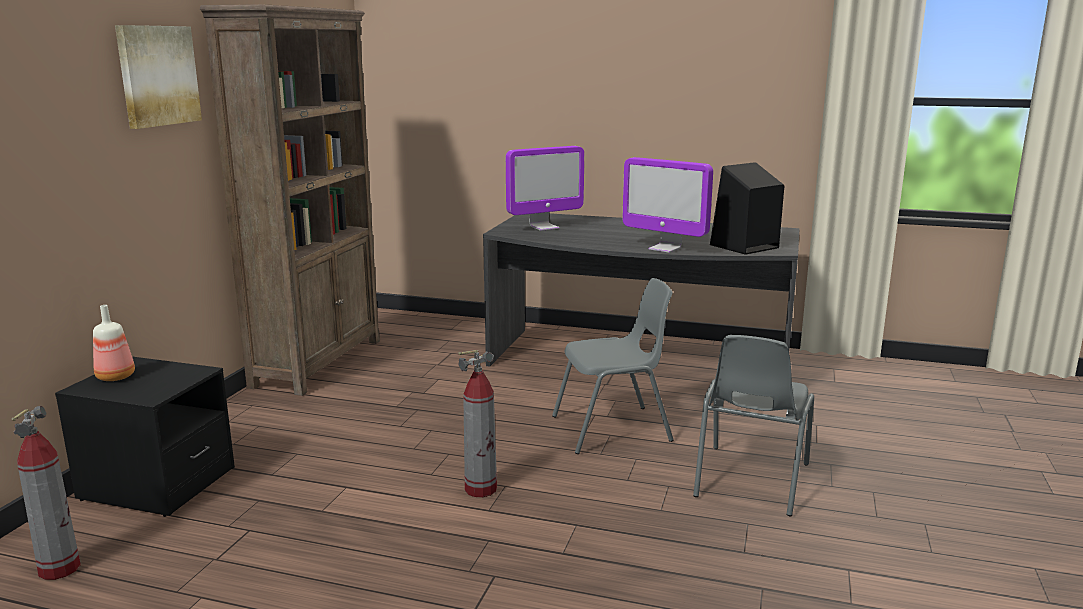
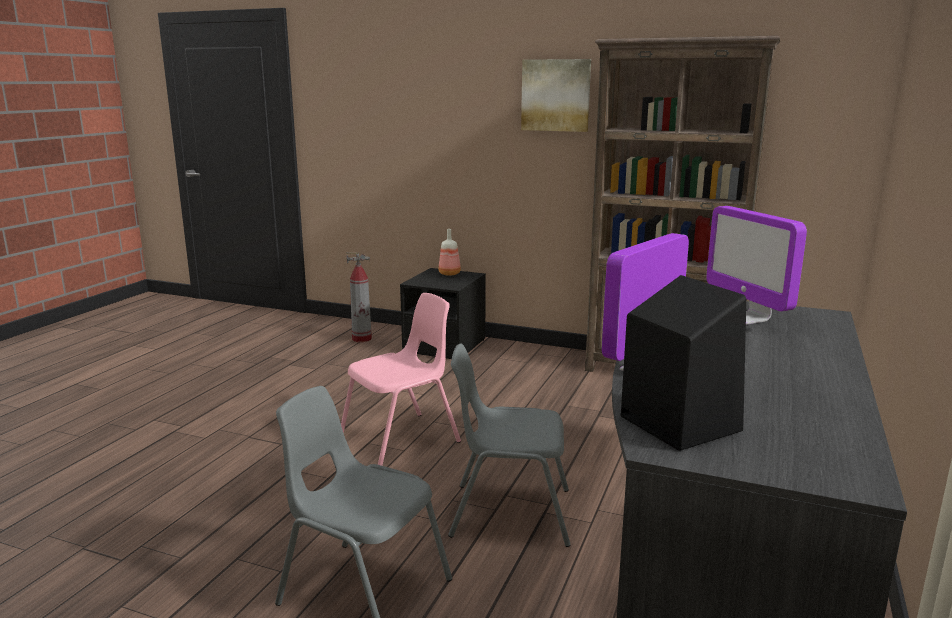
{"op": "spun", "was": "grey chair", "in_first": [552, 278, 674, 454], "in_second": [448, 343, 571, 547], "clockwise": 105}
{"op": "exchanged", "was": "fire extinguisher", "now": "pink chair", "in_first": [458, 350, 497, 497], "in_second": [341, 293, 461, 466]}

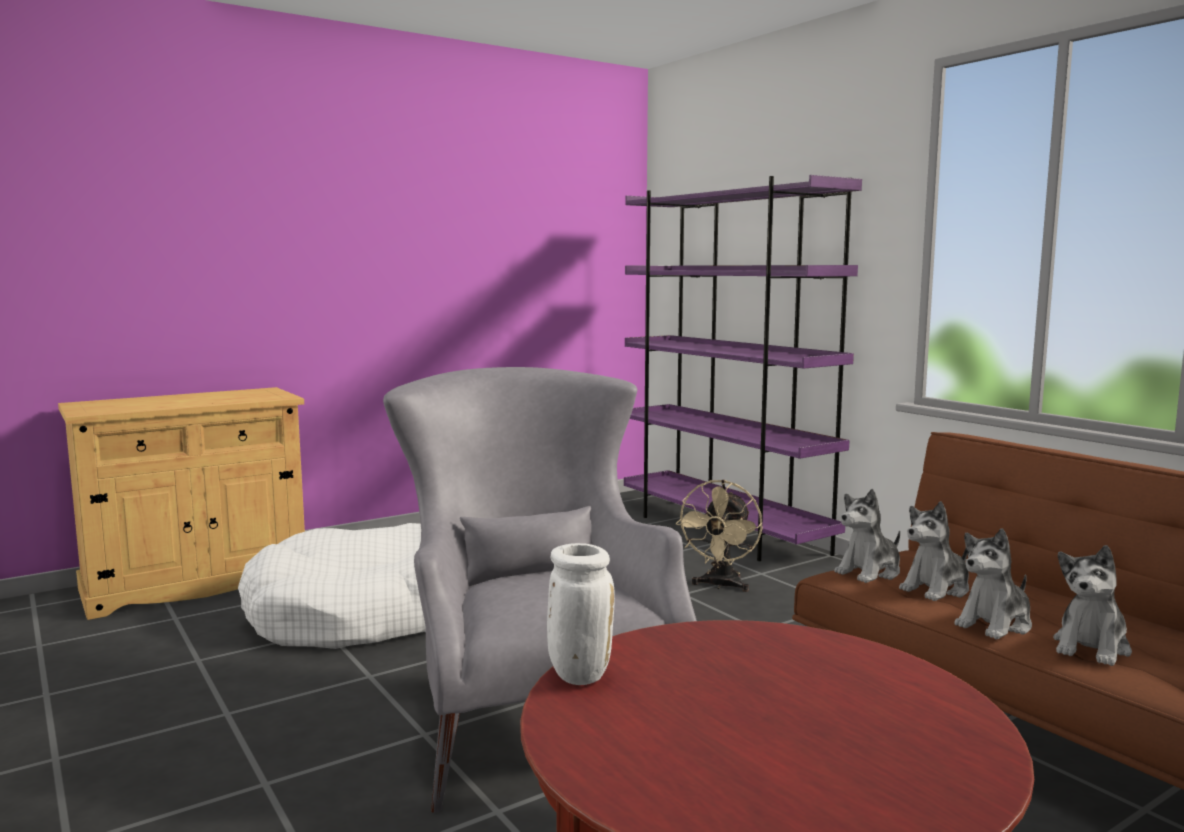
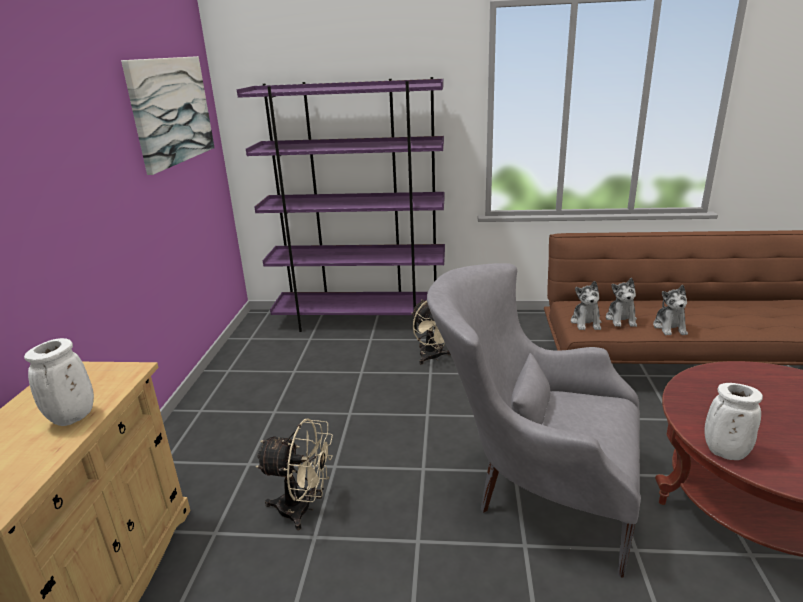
{"op": "exchanged", "was": "white dog bed", "now": "beige fan", "in_first": [238, 523, 426, 649], "in_second": [255, 418, 333, 530]}
{"op": "missing", "was": "plush toy", "in_first": [1053, 545, 1132, 666]}
{"op": "appeared", "now": "picture", "in_second": [121, 56, 215, 175]}
{"op": "appeared", "now": "white vase", "in_second": [24, 338, 94, 426]}

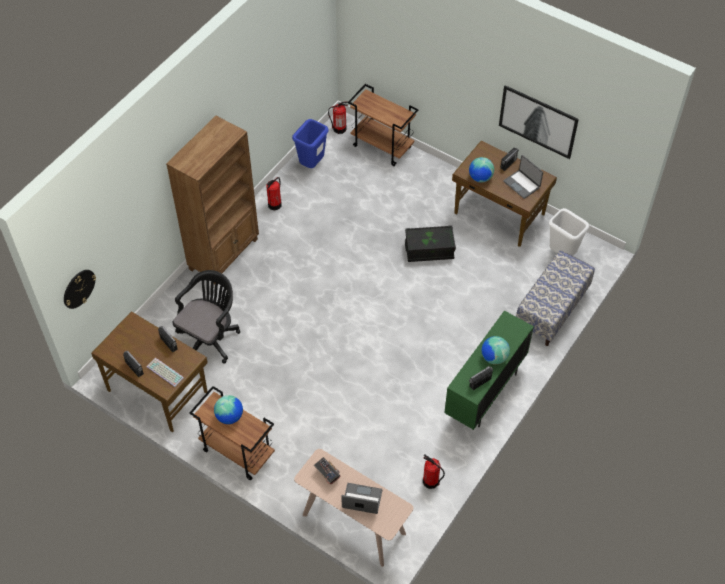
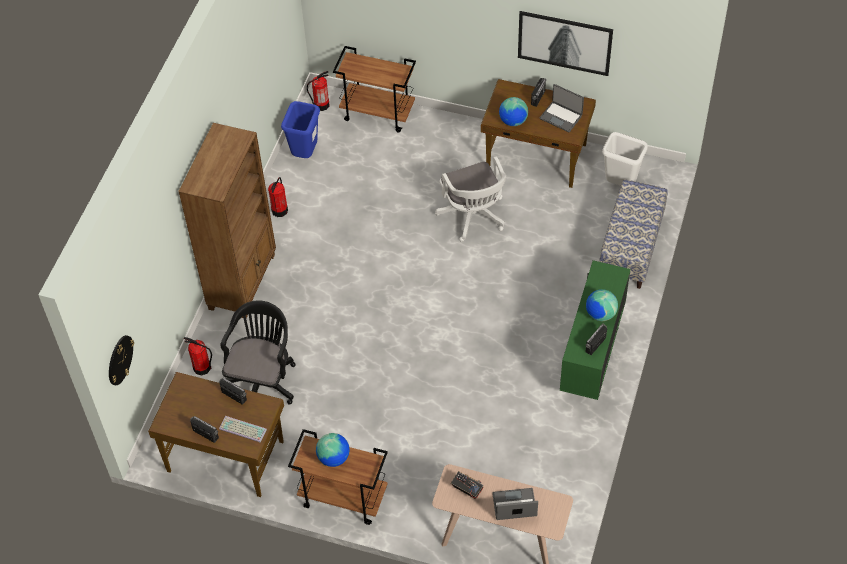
{"op": "exchanged", "was": "black storage box", "now": "white office chair", "in_first": [405, 225, 456, 262], "in_second": [435, 156, 506, 242]}
{"op": "relocated", "was": "fire extinguisher", "in_first": [423, 454, 445, 489], "in_second": [184, 337, 212, 375]}

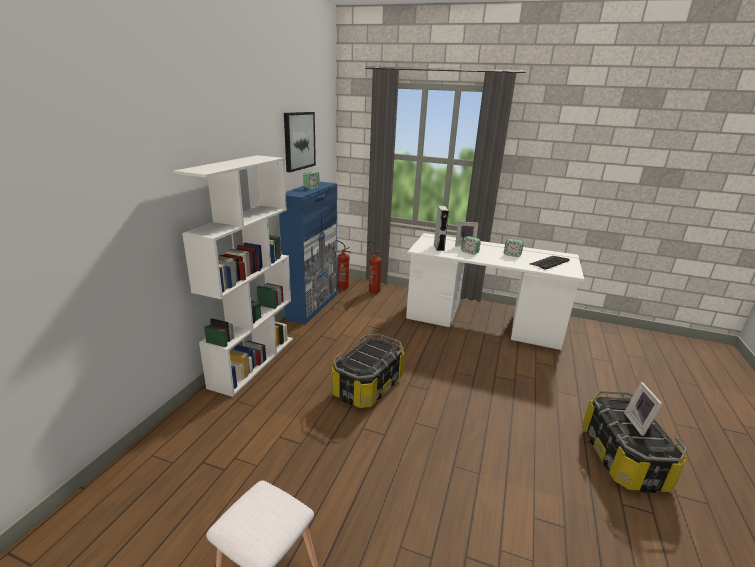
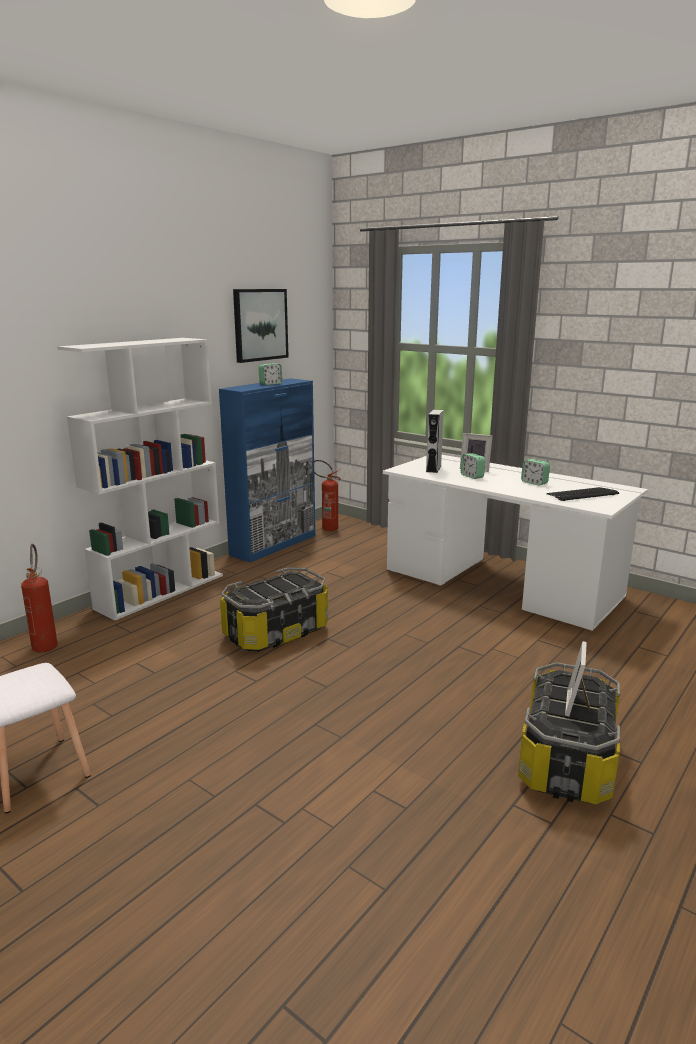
{"op": "relocated", "was": "fire extinguisher", "in_first": [368, 241, 382, 293], "in_second": [21, 544, 58, 653]}

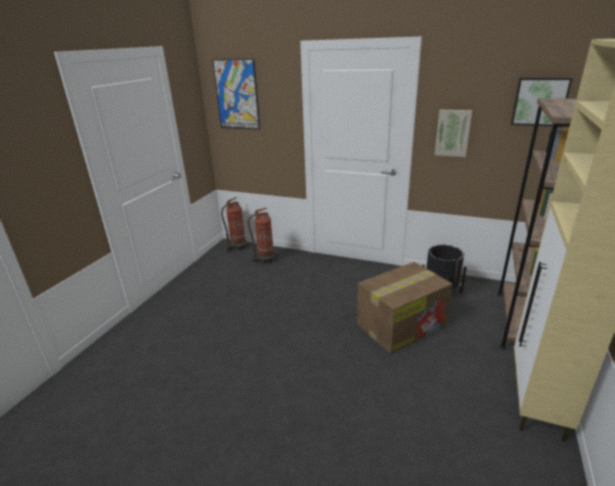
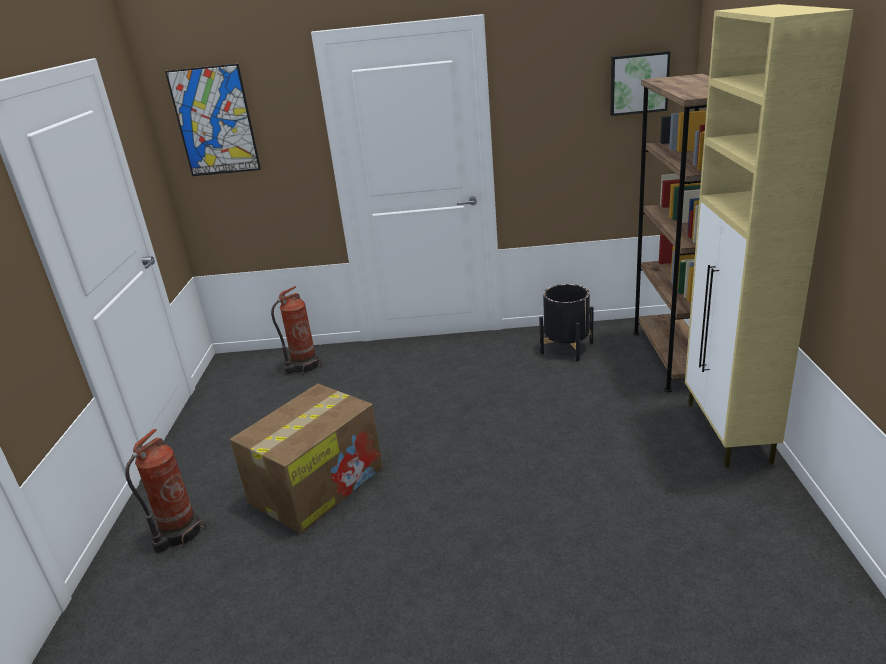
{"op": "missing", "was": "picture", "in_first": [435, 110, 472, 157]}
{"op": "relocated", "was": "fire extinguisher", "in_first": [221, 197, 249, 251], "in_second": [125, 429, 206, 553]}
{"op": "relocated", "was": "cardboard box", "in_first": [357, 262, 452, 354], "in_second": [230, 384, 383, 534]}

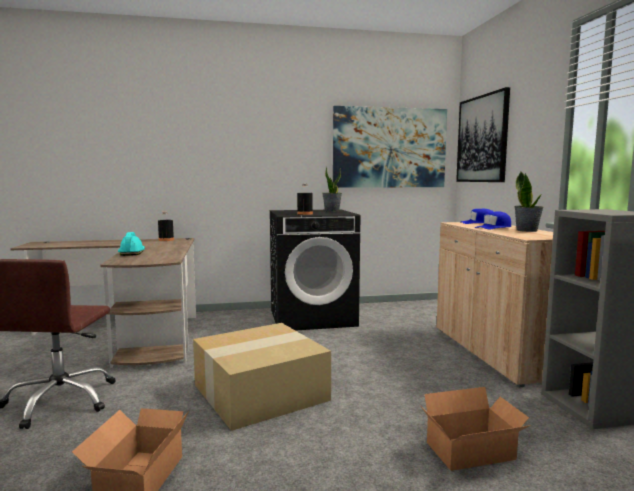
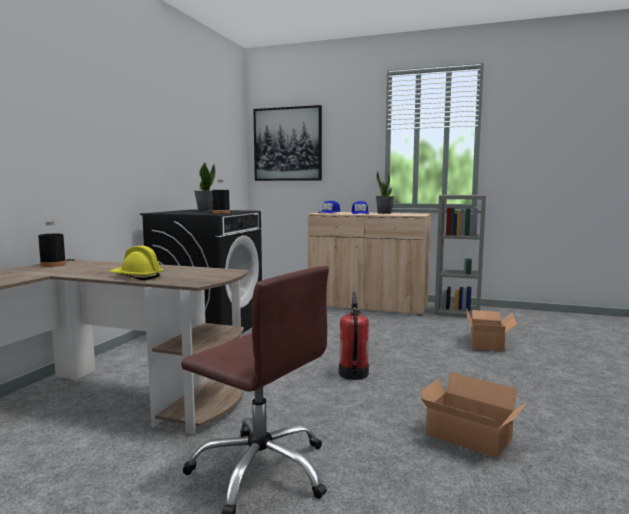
{"op": "missing", "was": "picture", "in_first": [333, 106, 447, 188]}
{"op": "colour", "was": "turquoise hard hat", "now": "yellow hard hat", "in_first": [118, 232, 145, 256], "in_second": [109, 245, 164, 280]}
{"op": "exchanged", "was": "cardboard box", "now": "fire extinguisher", "in_first": [193, 323, 331, 431], "in_second": [339, 292, 369, 380]}

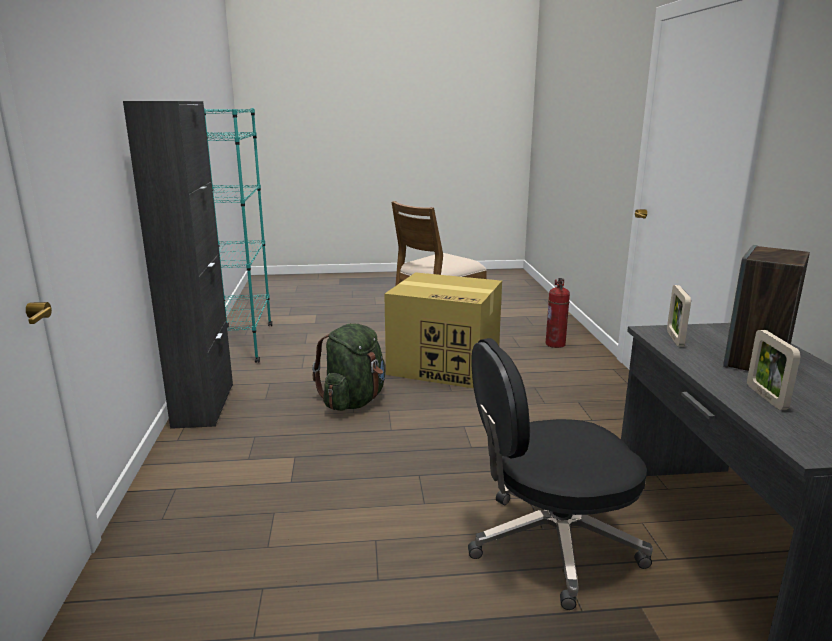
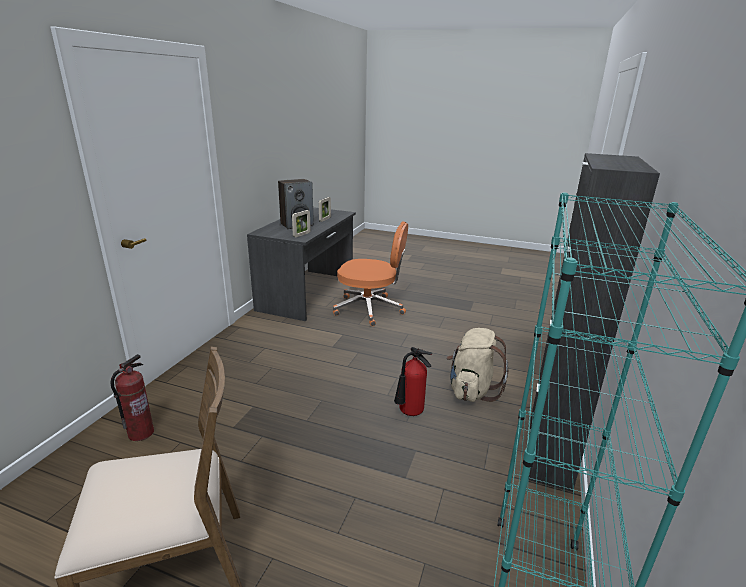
{"op": "missing", "was": "cardboard box", "in_first": [384, 272, 502, 388]}
{"op": "exchanged", "was": "green backpack", "now": "fire extinguisher", "in_first": [312, 323, 385, 411], "in_second": [394, 347, 432, 416]}
{"op": "colour", "was": "black office chair", "now": "orange office chair", "in_first": [468, 338, 653, 610], "in_second": [333, 221, 408, 326]}
{"op": "appeared", "now": "beige backpack", "in_second": [447, 328, 508, 402]}

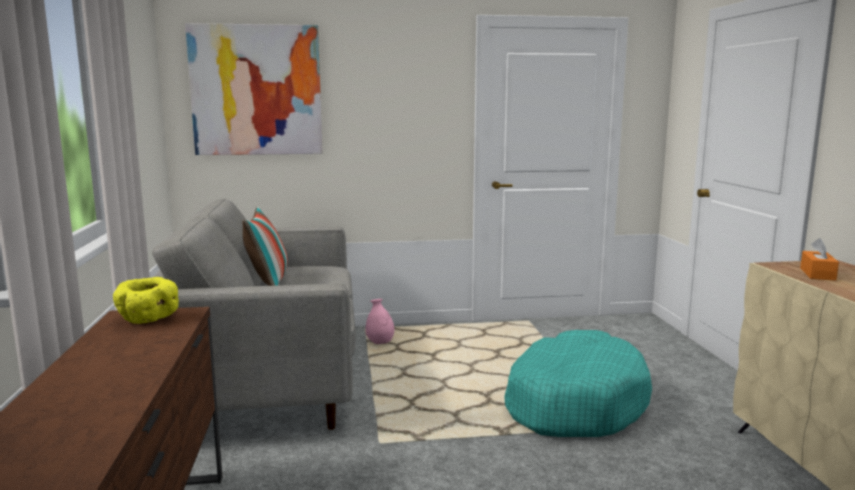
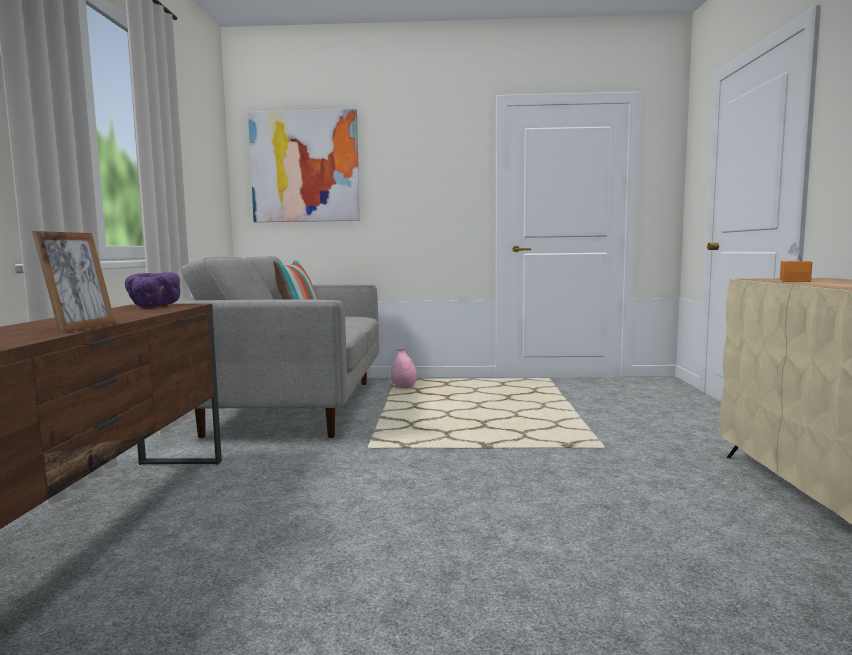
{"op": "colour", "was": "yellow bowl", "now": "purple bowl", "in_first": [113, 277, 179, 324], "in_second": [125, 272, 180, 307]}
{"op": "missing", "was": "turquoise dog bed", "in_first": [504, 330, 652, 437]}
{"op": "appeared", "now": "picture frame", "in_second": [32, 231, 115, 333]}

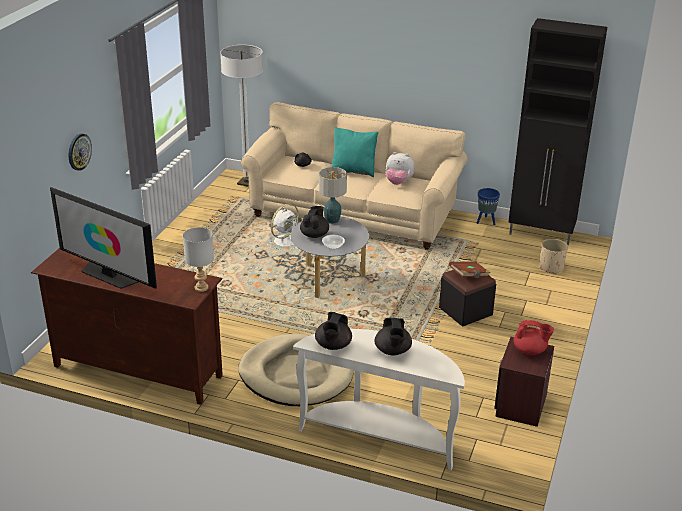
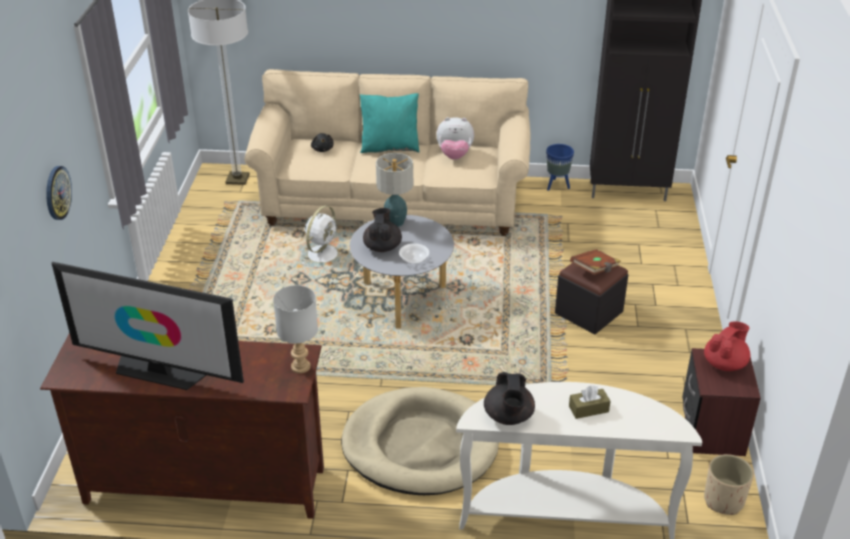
{"op": "relocated", "was": "beige planter", "in_first": [540, 239, 568, 274], "in_second": [704, 454, 754, 515]}
{"op": "exchanged", "was": "black teapot", "now": "brown tissue box", "in_first": [374, 318, 412, 356], "in_second": [569, 385, 610, 419]}
{"op": "spun", "was": "red teapot", "in_first": [514, 320, 554, 355], "in_second": [704, 321, 750, 371], "clockwise": -45}

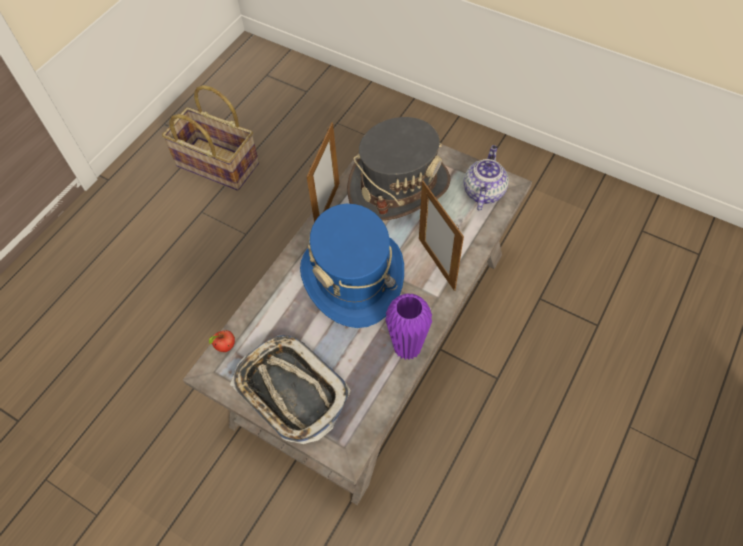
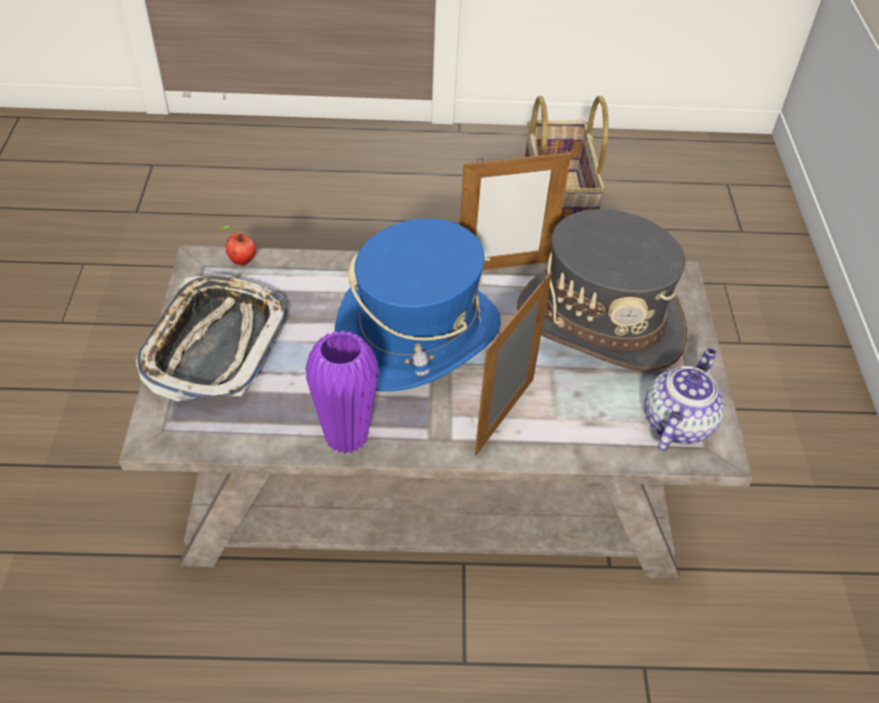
{"op": "spun", "was": "teapot", "in_first": [464, 145, 509, 210], "in_second": [645, 348, 725, 451], "clockwise": -45}

